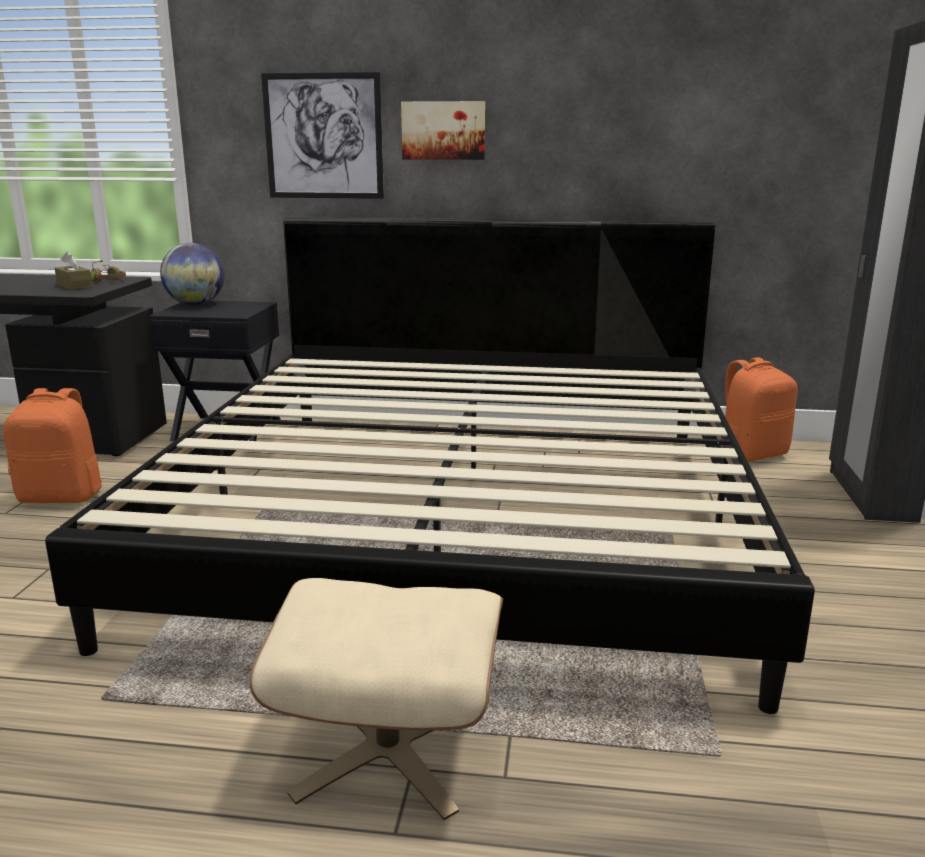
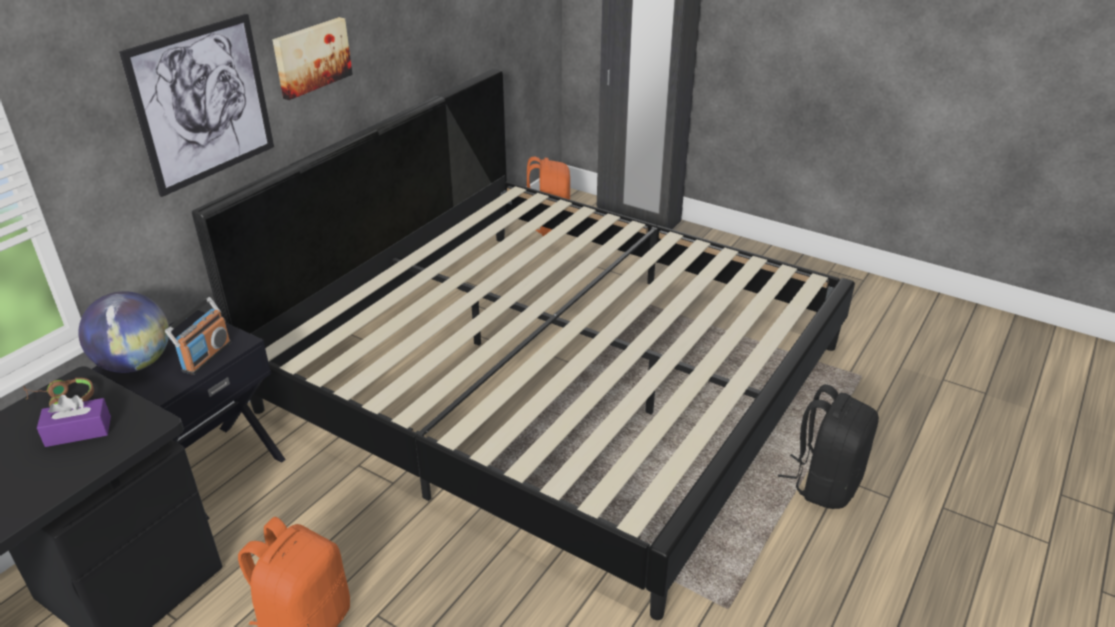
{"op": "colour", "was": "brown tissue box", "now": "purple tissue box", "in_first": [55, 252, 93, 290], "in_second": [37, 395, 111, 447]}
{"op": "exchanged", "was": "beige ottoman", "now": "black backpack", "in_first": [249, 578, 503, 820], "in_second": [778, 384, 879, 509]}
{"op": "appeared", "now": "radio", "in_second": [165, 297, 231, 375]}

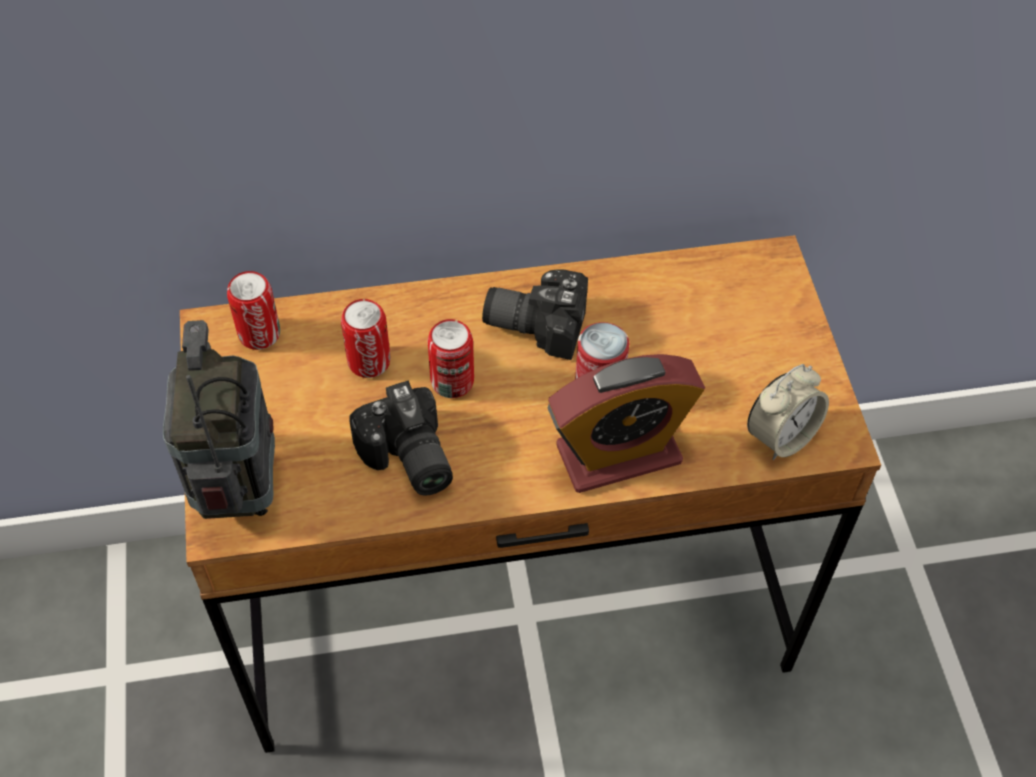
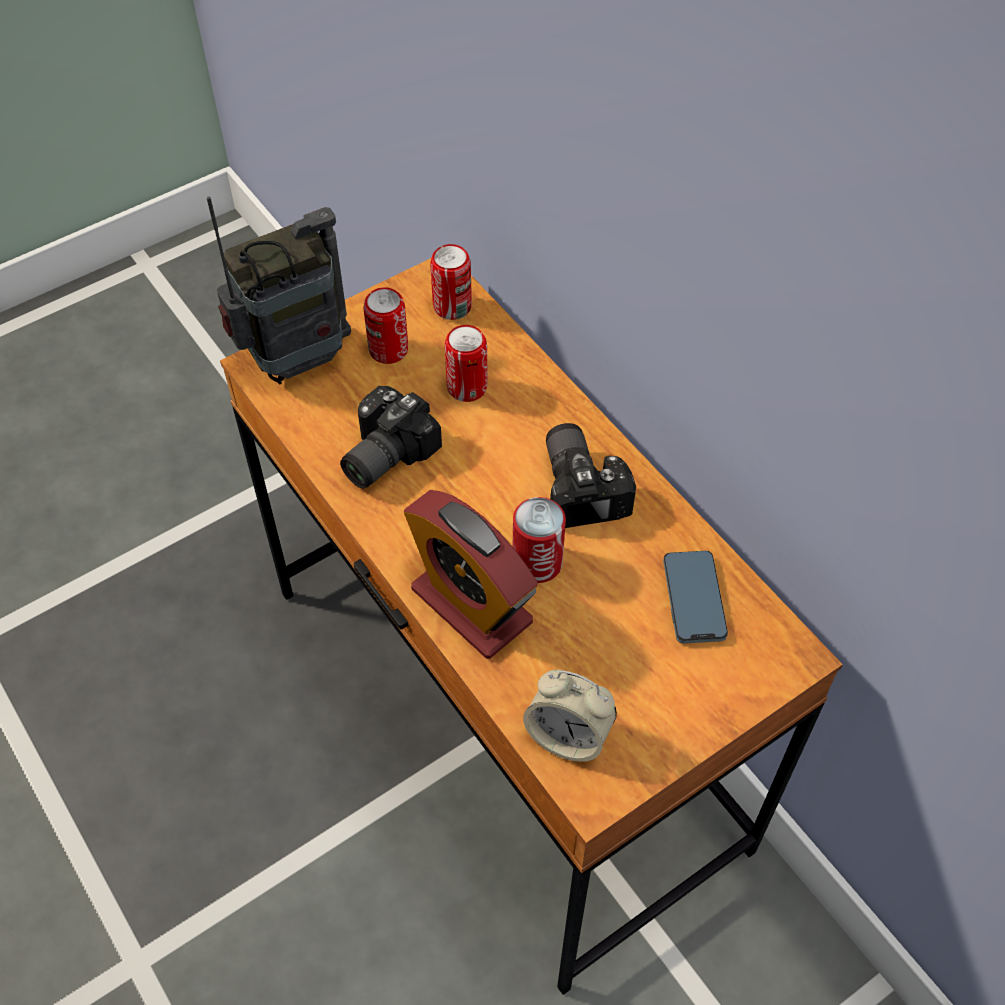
{"op": "relocated", "was": "can", "in_first": [428, 319, 474, 398], "in_second": [363, 287, 408, 364]}
{"op": "appeared", "now": "phone", "in_second": [663, 551, 728, 644]}

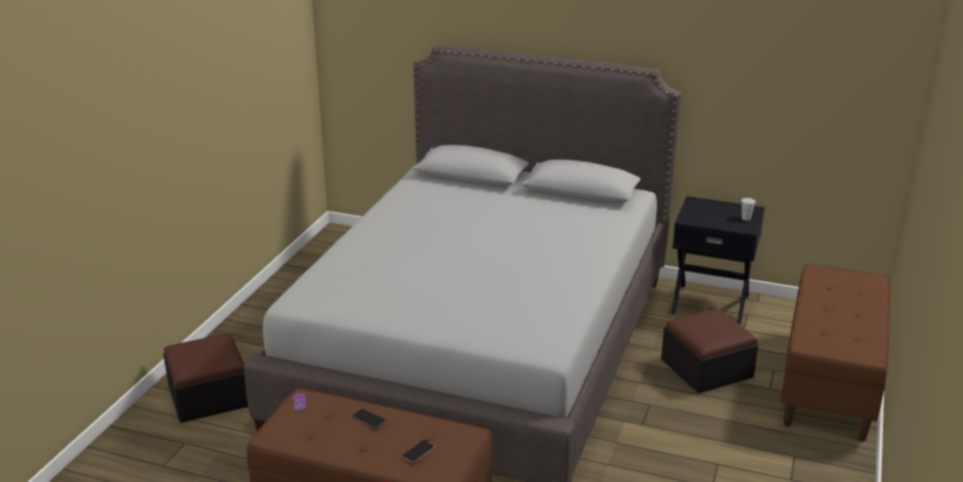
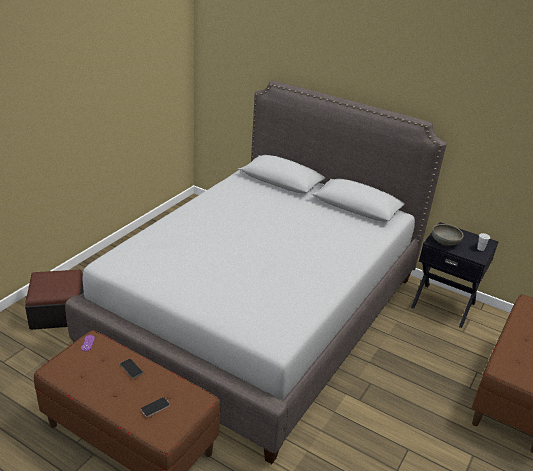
{"op": "missing", "was": "ottoman", "in_first": [661, 308, 758, 393]}
{"op": "appeared", "now": "grey bowl", "in_second": [432, 224, 463, 246]}

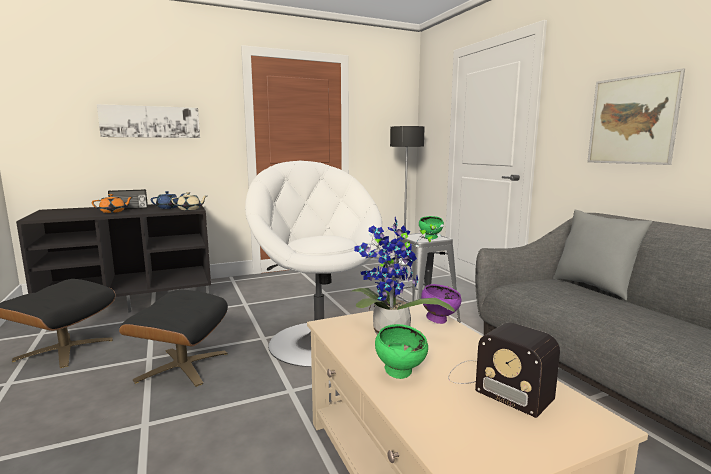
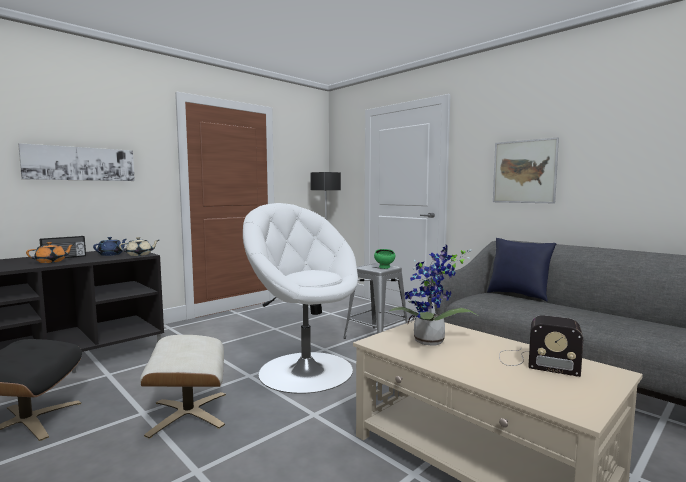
{"op": "colour", "was": "grey pillow", "now": "blue pillow", "in_first": [553, 210, 653, 300], "in_second": [487, 238, 557, 301]}
{"op": "missing", "was": "purple bowl", "in_first": [421, 284, 462, 324]}
{"op": "colour", "was": "black ottoman", "now": "beige ottoman", "in_first": [119, 290, 228, 387], "in_second": [140, 335, 226, 439]}
{"op": "missing", "was": "green bowl", "in_first": [375, 324, 428, 379]}

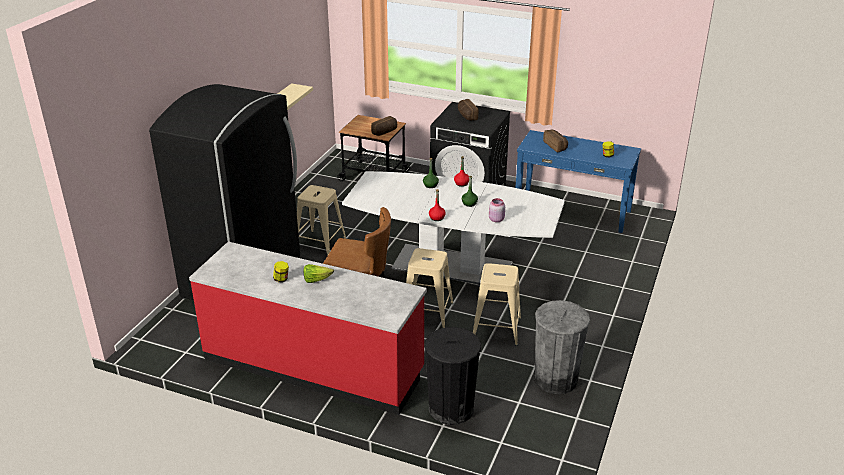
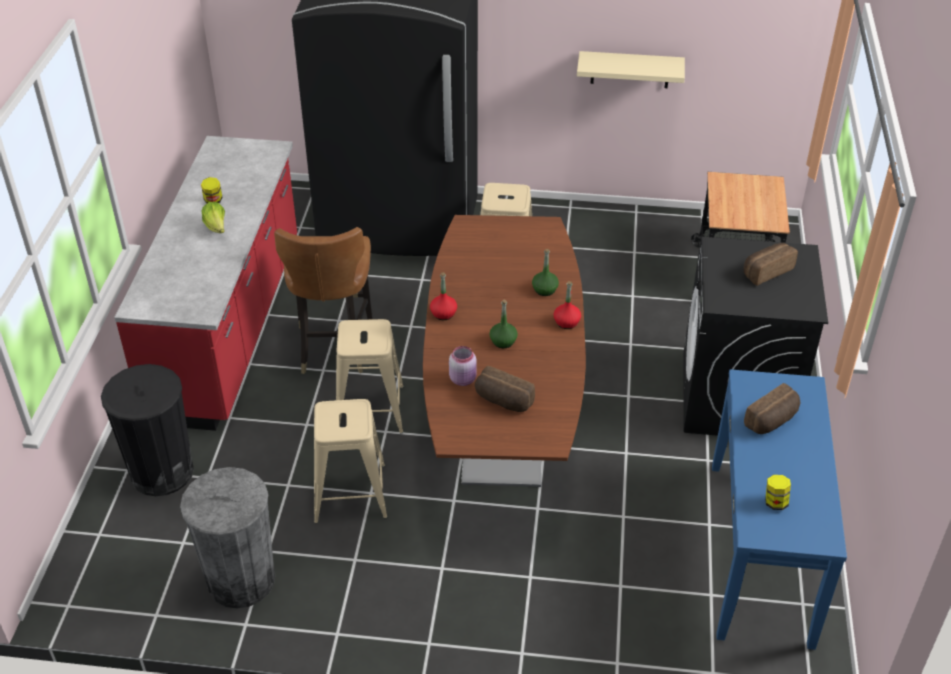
{"op": "relocated", "was": "bread", "in_first": [371, 116, 397, 136], "in_second": [475, 366, 535, 412]}
{"op": "colour", "was": "white dining table", "now": "brown dining table", "in_first": [342, 171, 565, 284], "in_second": [423, 215, 586, 487]}

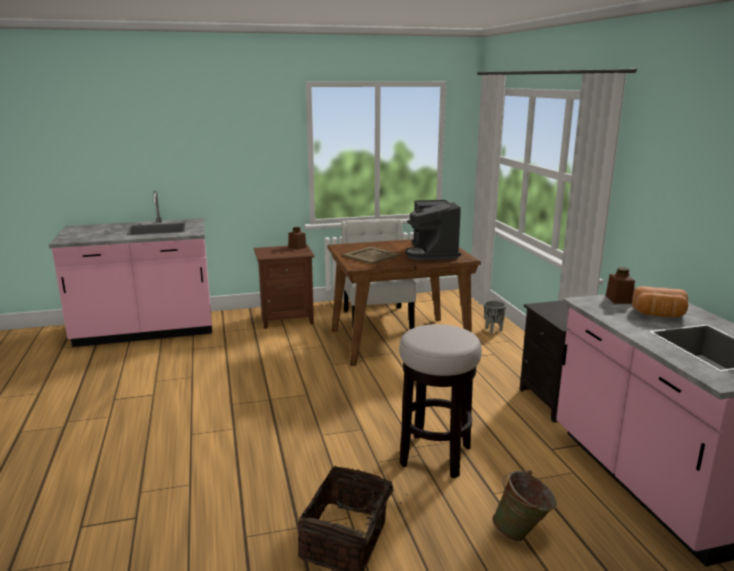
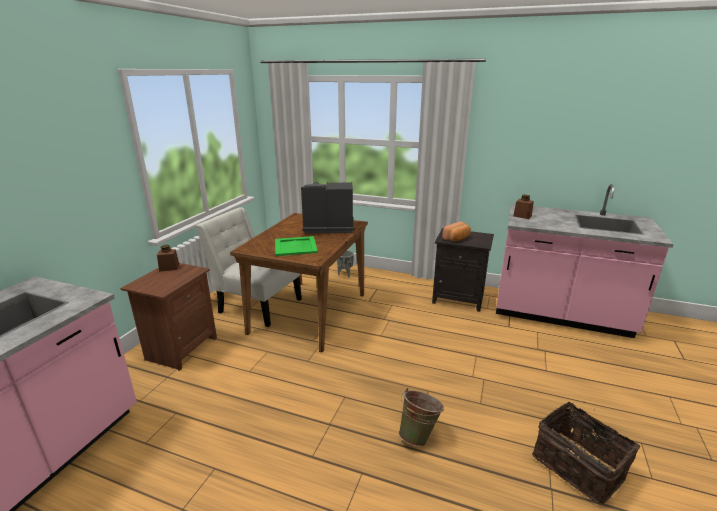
{"op": "spun", "was": "coffee machine", "in_first": [406, 200, 461, 260], "in_second": [301, 182, 354, 233], "clockwise": 150}
{"op": "colour", "was": "beige tray", "now": "green tray", "in_first": [343, 247, 400, 264], "in_second": [275, 236, 318, 256]}
{"op": "relocated", "was": "bread", "in_first": [632, 286, 688, 317], "in_second": [443, 221, 471, 241]}
{"op": "missing", "was": "stool", "in_first": [399, 324, 482, 478]}
{"op": "relocated", "was": "green bucket", "in_first": [492, 470, 556, 542], "in_second": [399, 388, 444, 447]}

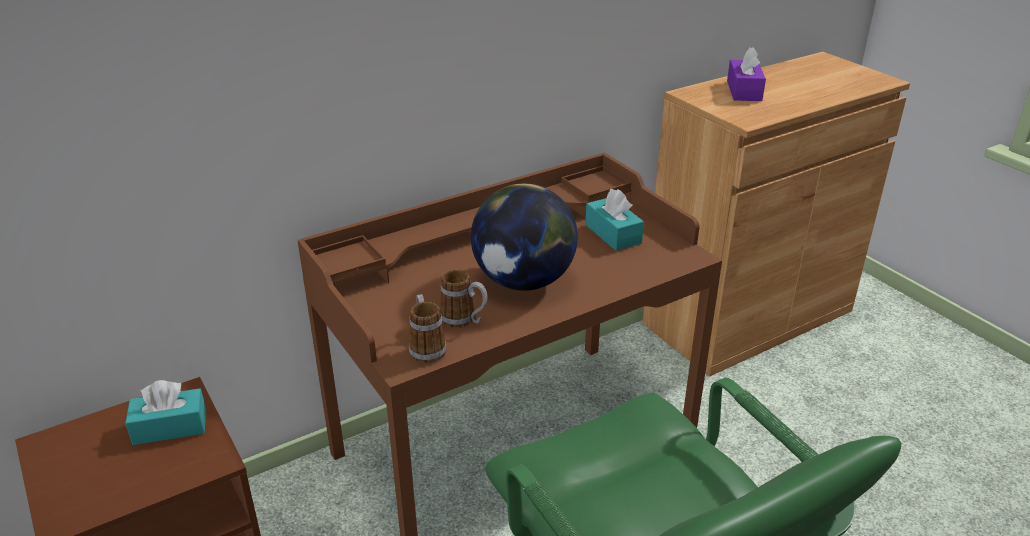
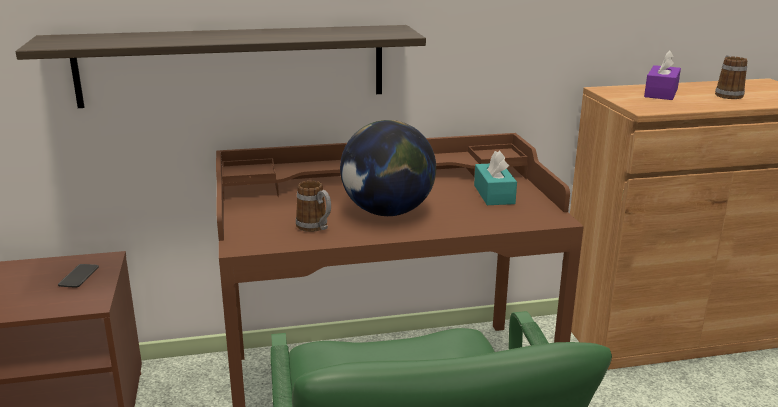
{"op": "relocated", "was": "mug", "in_first": [409, 294, 446, 363], "in_second": [715, 55, 747, 99]}
{"op": "exchanged", "was": "turquoise tissue box", "now": "phone", "in_first": [125, 380, 206, 445], "in_second": [58, 264, 99, 288]}
{"op": "appeared", "now": "shelf", "in_second": [16, 25, 426, 108]}

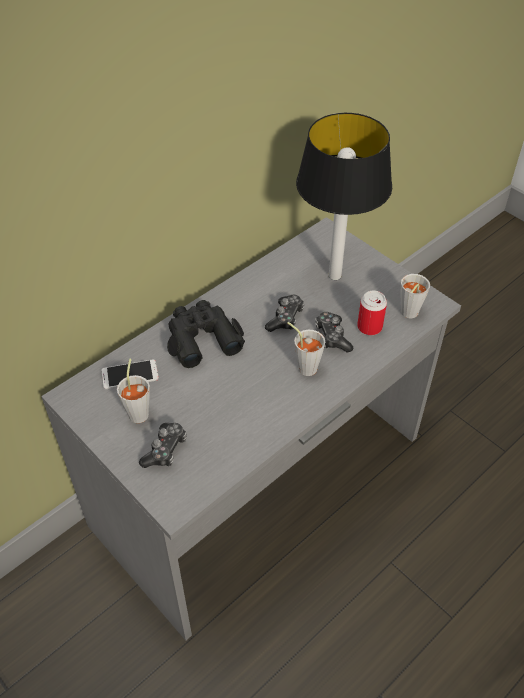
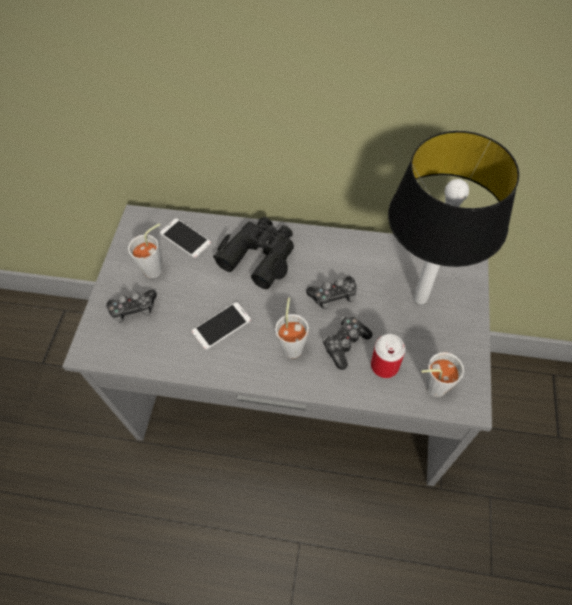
{"op": "appeared", "now": "phone", "in_second": [192, 302, 251, 350]}

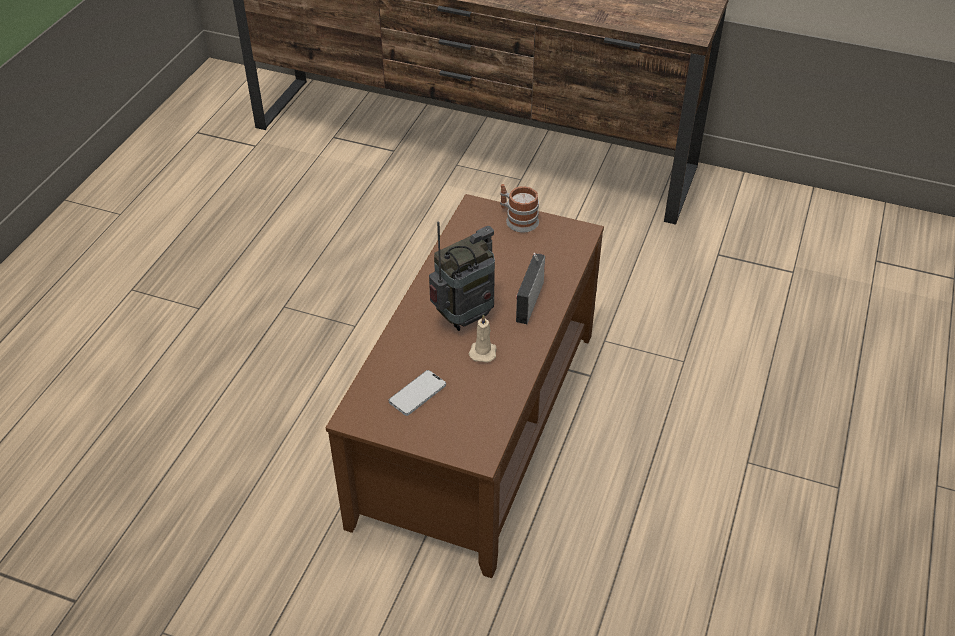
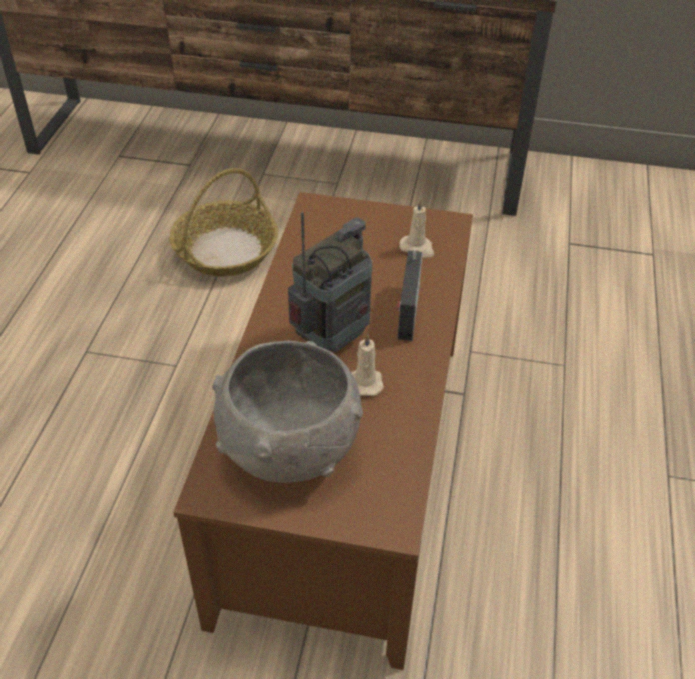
{"op": "missing", "was": "mug", "in_first": [500, 184, 539, 233]}
{"op": "exchanged", "was": "phone", "now": "grey bowl", "in_first": [389, 370, 446, 416], "in_second": [212, 341, 363, 483]}
{"op": "appeared", "now": "basket", "in_second": [169, 168, 278, 277]}
{"op": "appeared", "now": "beige candle", "in_second": [399, 199, 434, 257]}

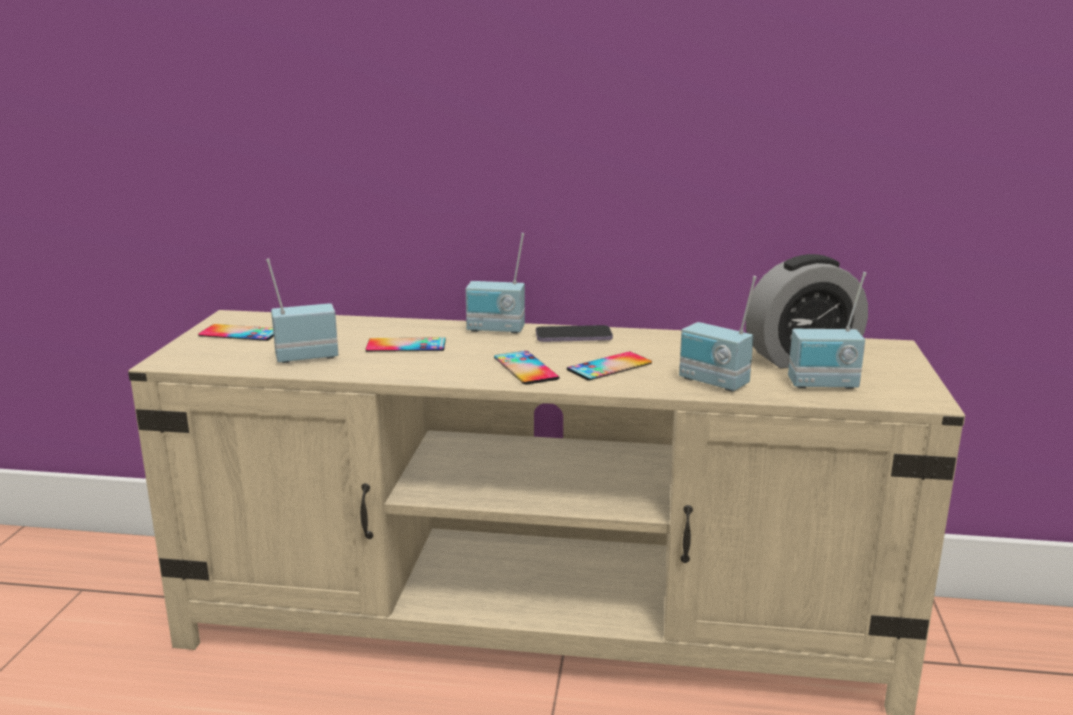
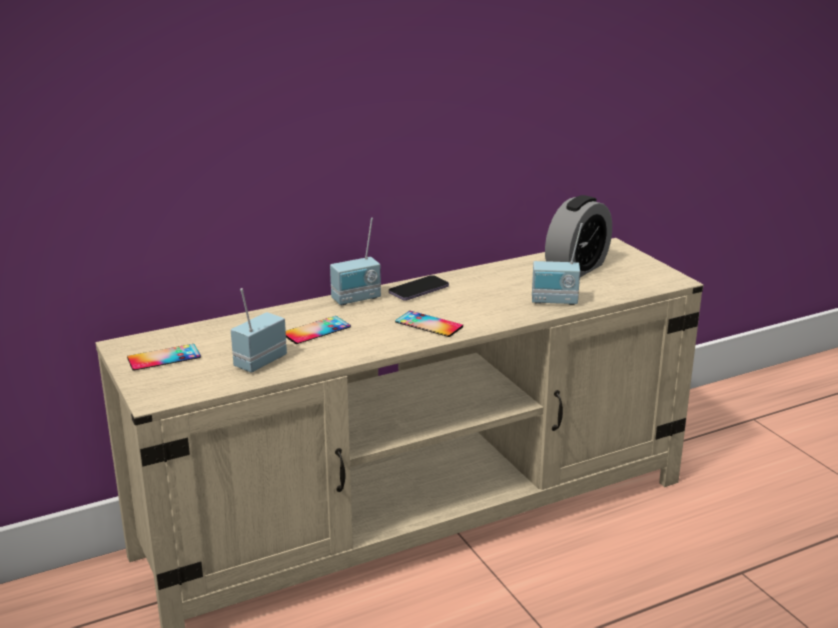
{"op": "missing", "was": "radio", "in_first": [788, 272, 866, 389]}
{"op": "missing", "was": "phone", "in_first": [567, 351, 652, 381]}

